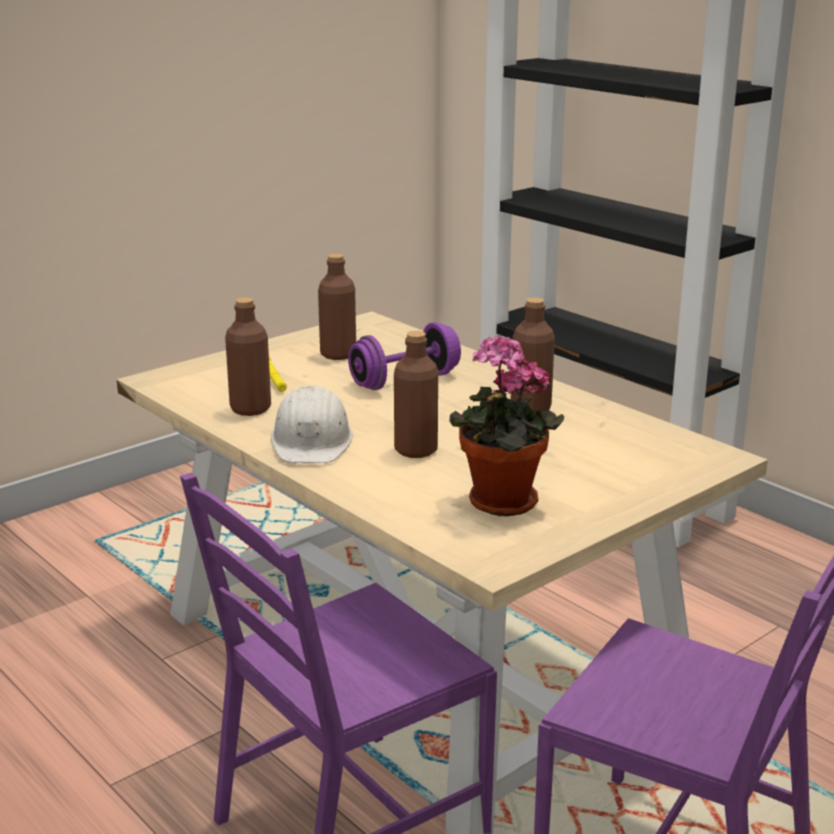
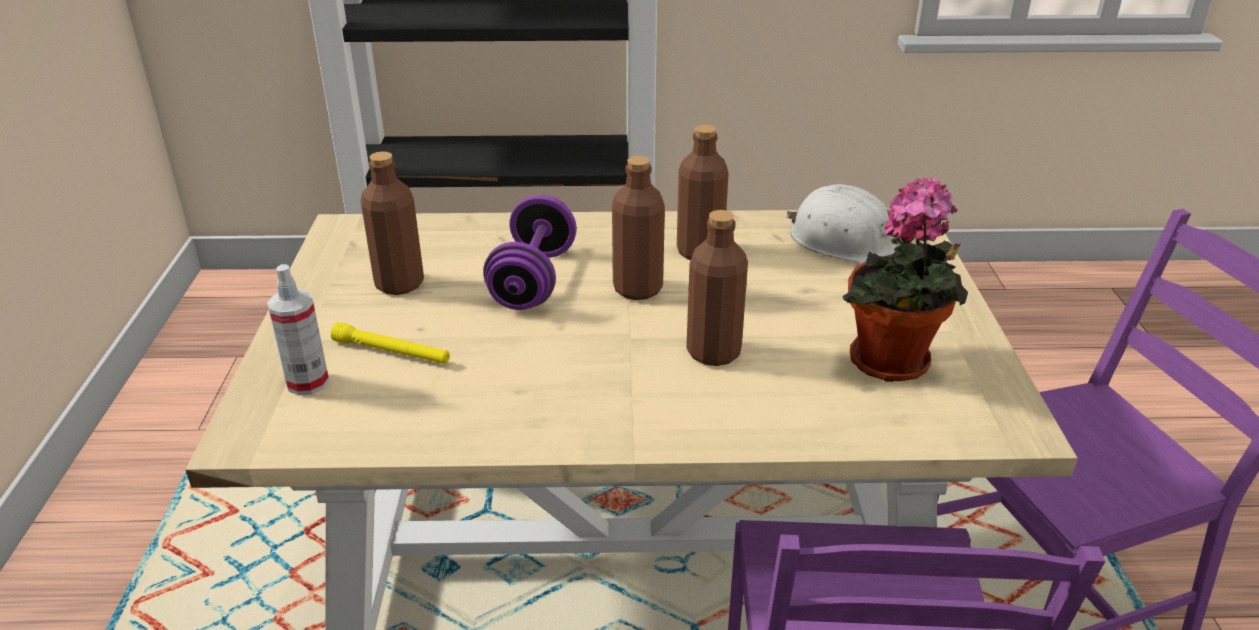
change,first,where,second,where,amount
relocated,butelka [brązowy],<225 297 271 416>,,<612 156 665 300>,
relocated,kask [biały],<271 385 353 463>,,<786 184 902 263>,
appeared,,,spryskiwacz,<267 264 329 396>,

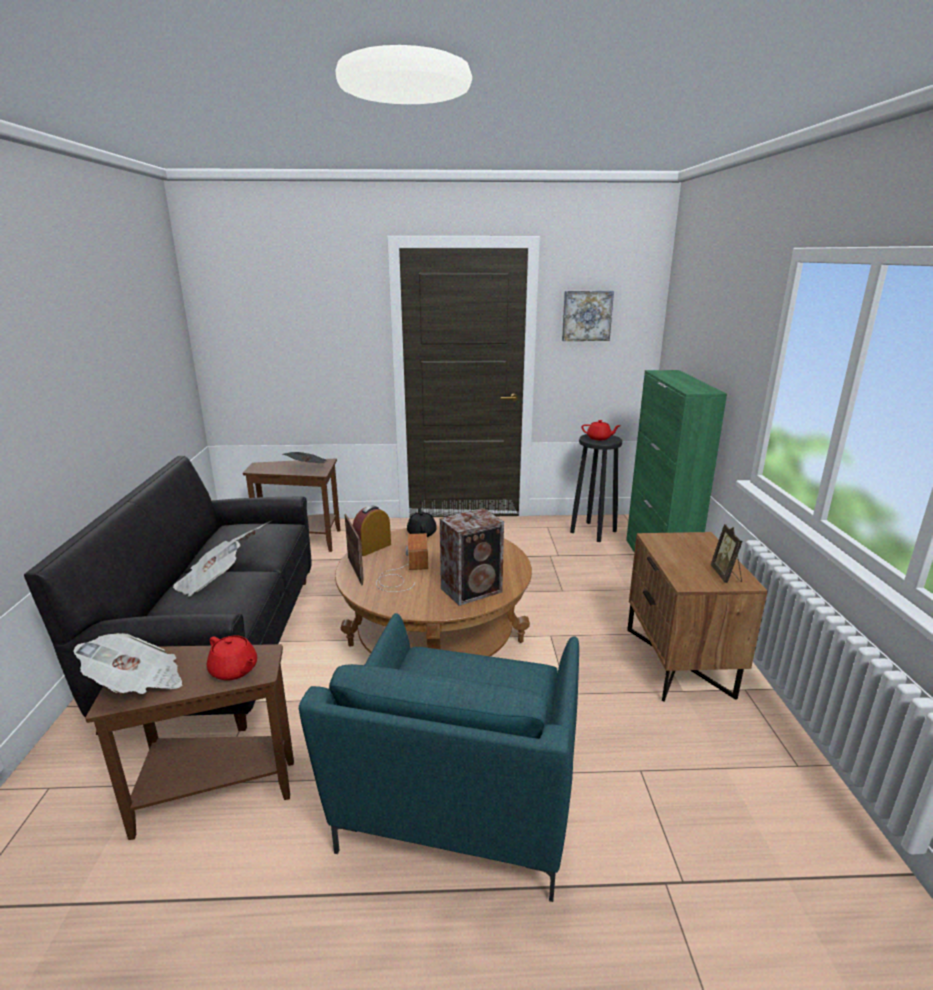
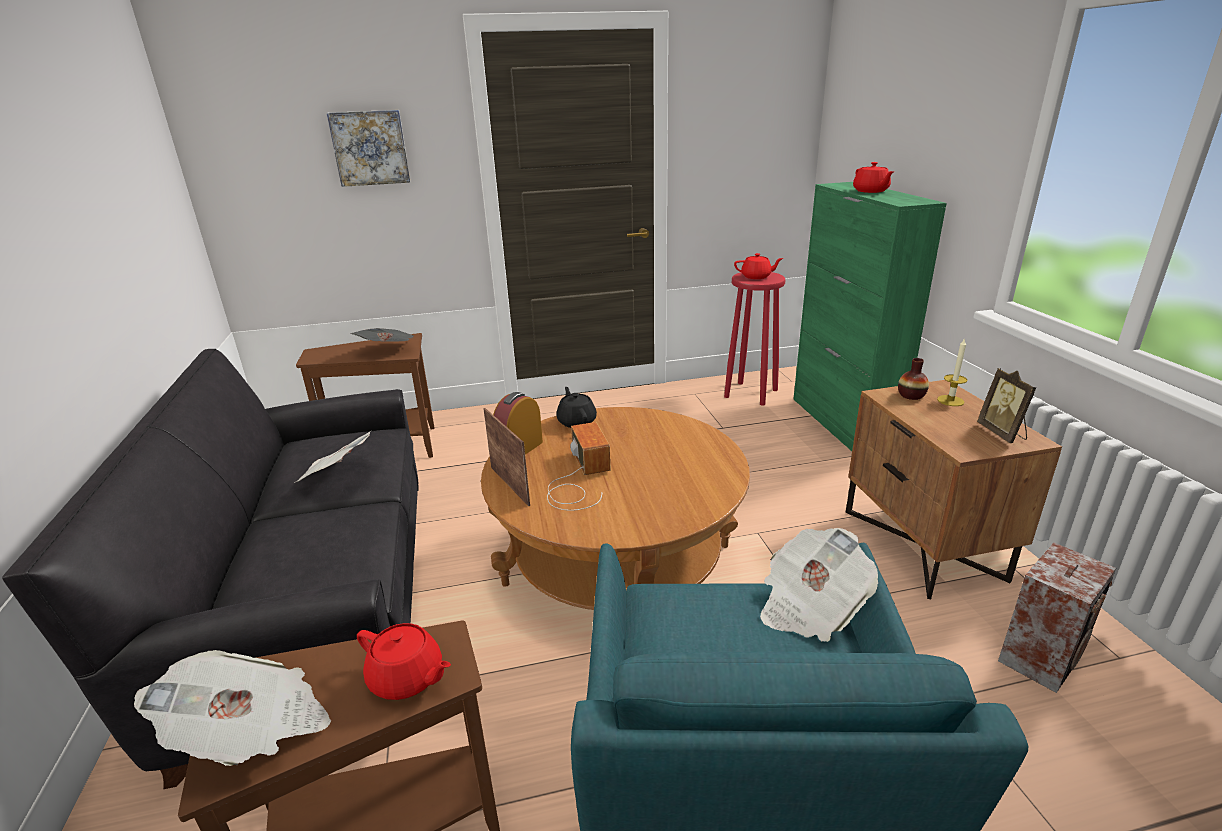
change,first,where,second,where,amount
relocated,gazeta,<173 541 241 597>,,<760 528 878 642>,
relocated,głośnik,<440 508 504 606>,,<998 543 1116 693>,
relocated,obraz,<562 291 614 341>,,<327 110 410 187>,
colour,stołek [czarny],<570 434 622 542>,stołek [czerwony],<724 272 785 406>,
appeared,,,imbryk [czerwony],<853 162 894 193>,
appeared,,,wazon,<898 358 929 400>,
appeared,,,świeca,<937 338 967 406>,

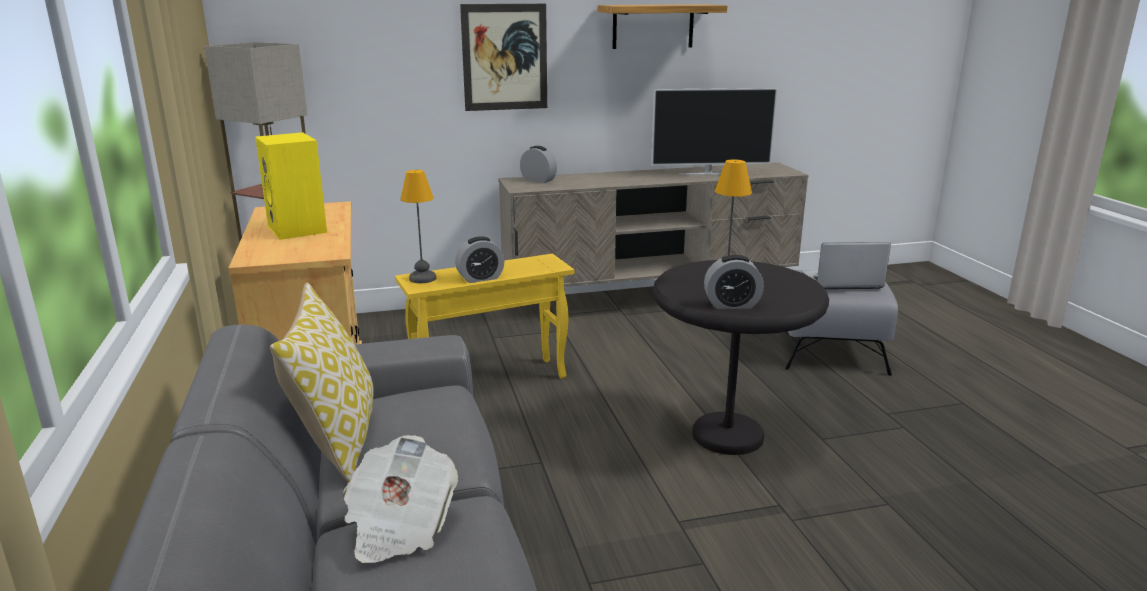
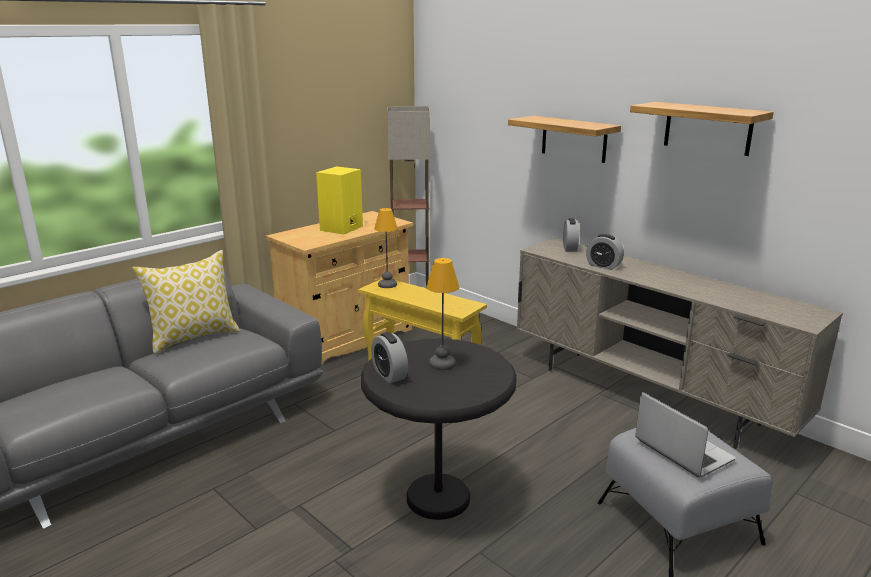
change,first,where,second,where,amount
missing,gazeta,<343 435 458 563>,,,
relocated,budzik,<455 236 504 283>,,<586 234 624 270>,
exchanged,obraz,<460 4 547 111>,półka,<508 116 621 163>,
missing,telewizor,<651 88 778 175>,,,

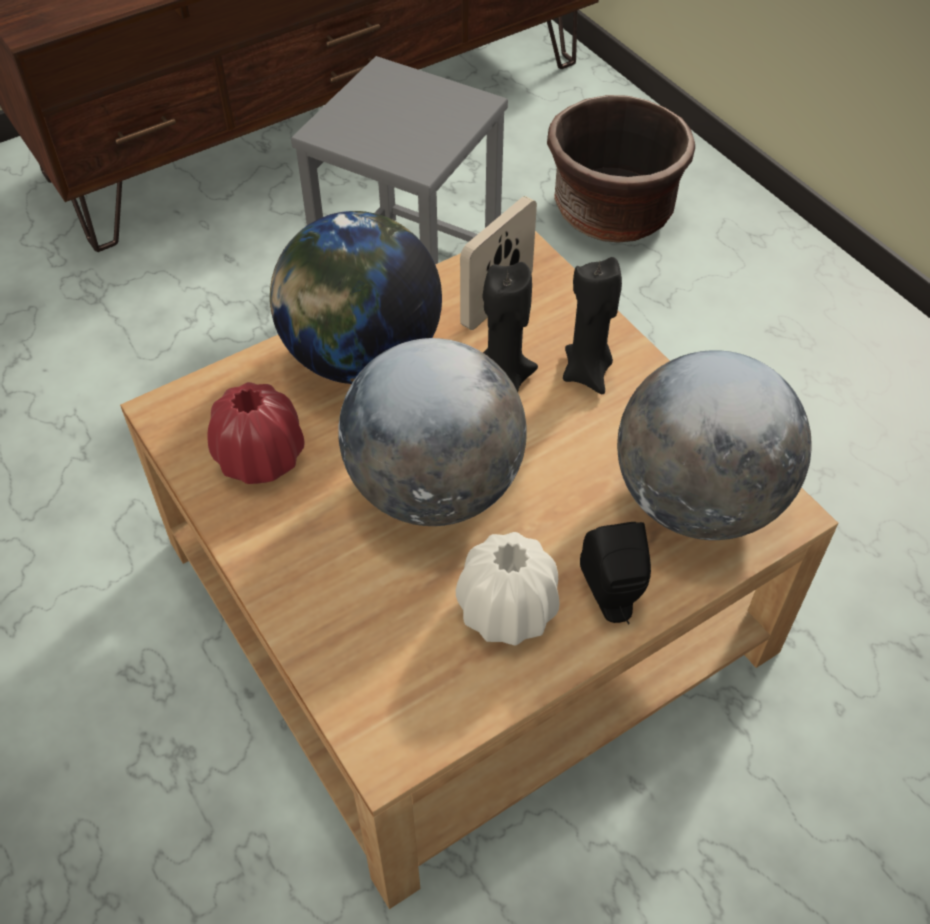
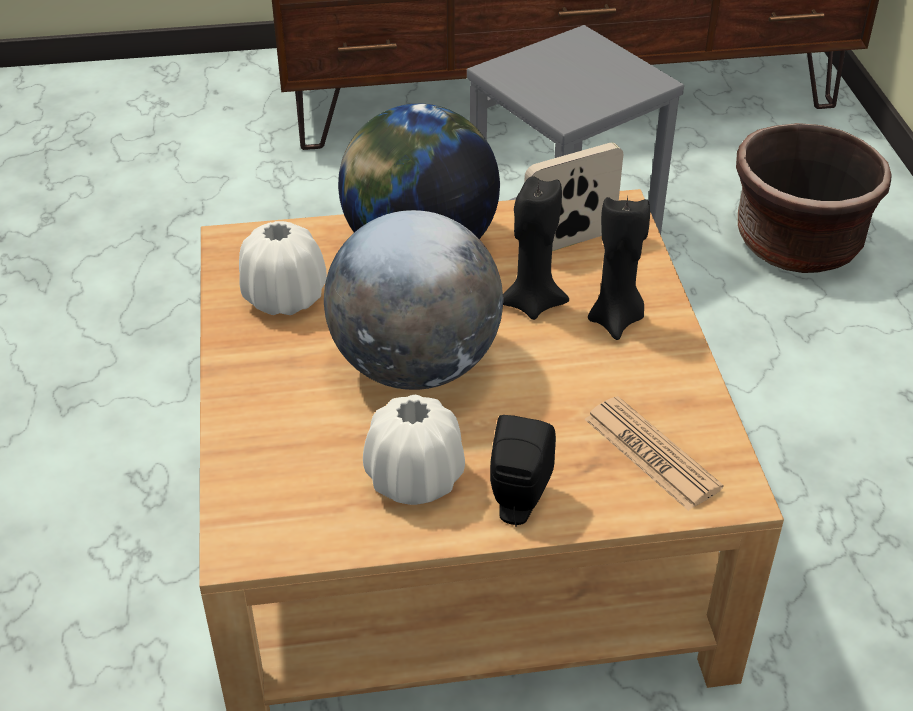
change,first,where,second,where,amount
colour,wazon [czerwony],<208 382 305 484>,wazon [biały],<239 221 327 315>,
exchanged,globus,<617 350 812 540>,gazeta,<585 396 723 511>,

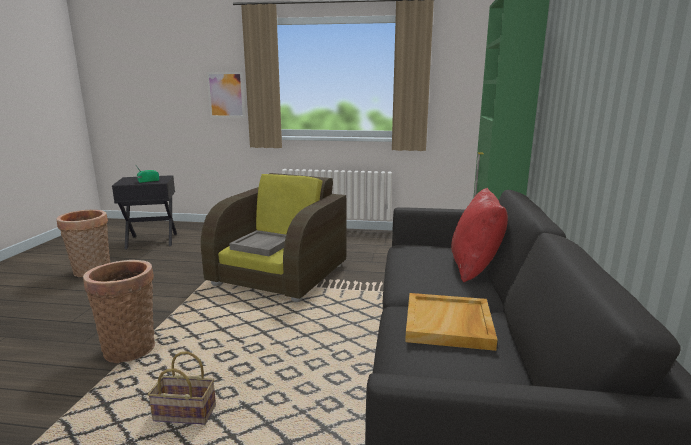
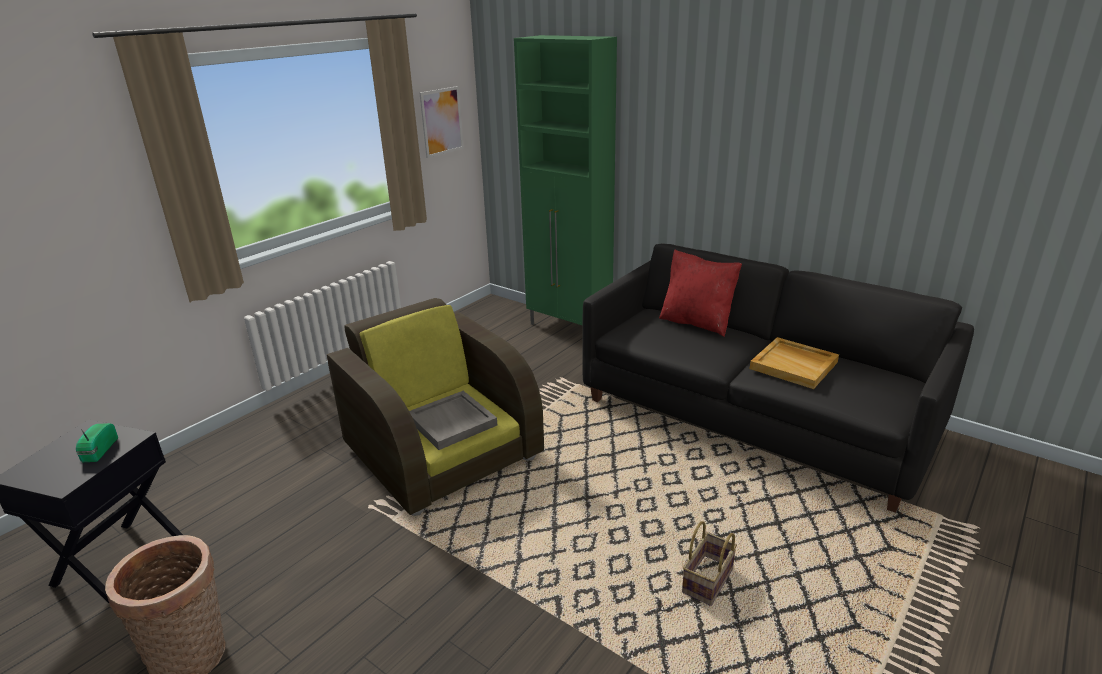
change,first,where,second,where,amount
missing,koszyk,<83 260 155 363>,,,
relocated,obraz,<207 72 245 118>,,<420 86 464 158>,

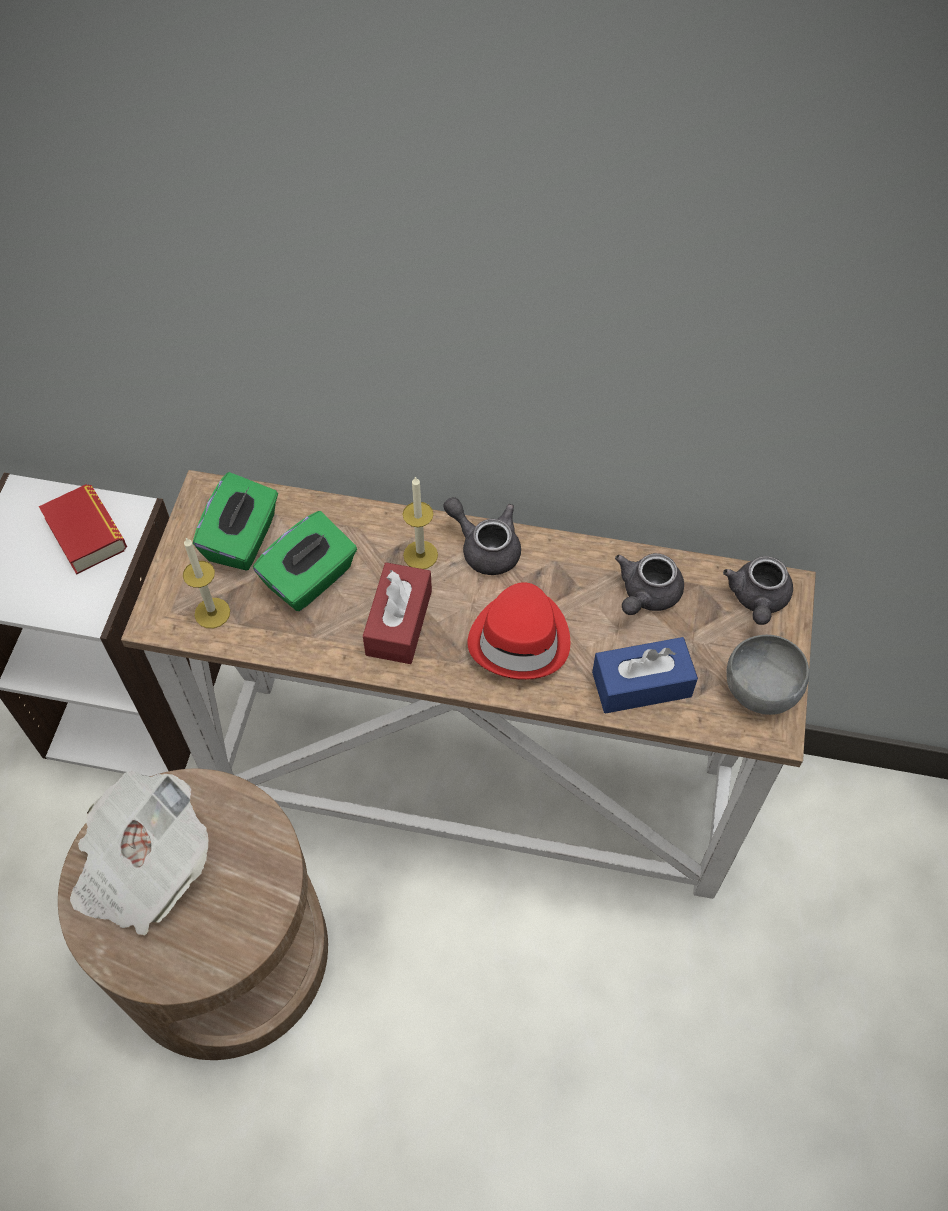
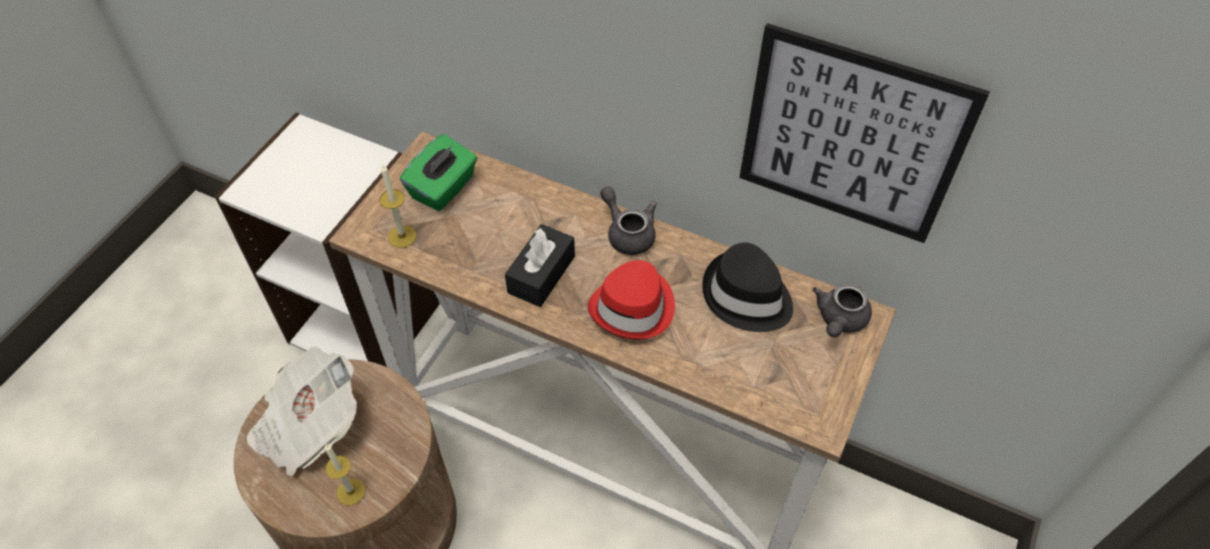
change,first,where,second,where,amount
missing,książka,<39 484 127 575>,,,
missing,pudełko chusteczek [zielony],<253 511 357 611>,,,
colour,pudełko chusteczek [czerwony],<363 562 432 664>,pudełko chusteczek [czarny],<505 224 575 307>,
relocated,świeca,<402 476 438 569>,,<325 444 365 505>,
missing,pudełko chusteczek [niebieski],<592 637 698 714>,,,
exchanged,imbryk [szary],<615 553 684 615>,kapelusz [czarny],<702 242 793 332>,
missing,miska [szary],<726 635 809 715>,,,
appeared,,,obraz,<739 23 990 243>,

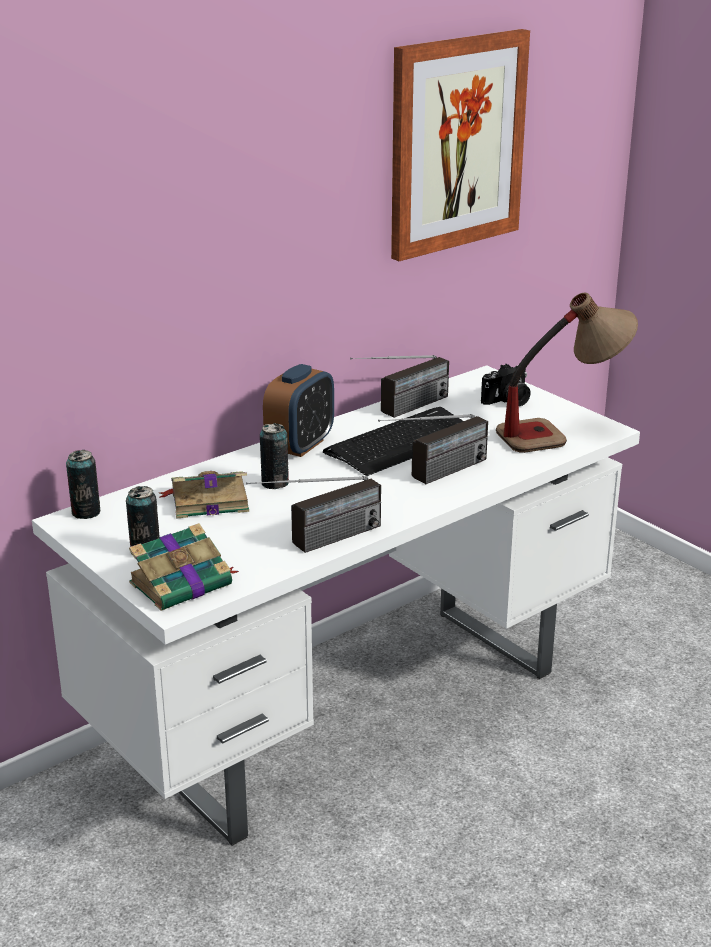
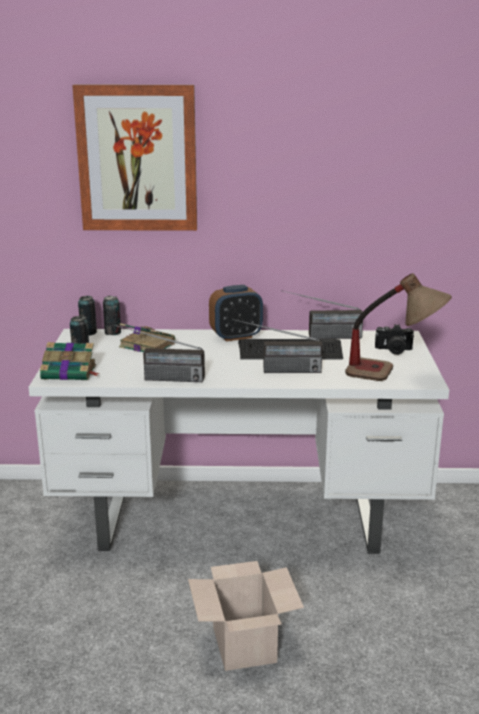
change,first,where,second,where,amount
relocated,puszka,<260 423 289 489>,,<103 296 121 335>,
relocated,obraz,<391 29 530 261>,,<72 85 197 231>,
appeared,,,karton,<188 561 304 671>,

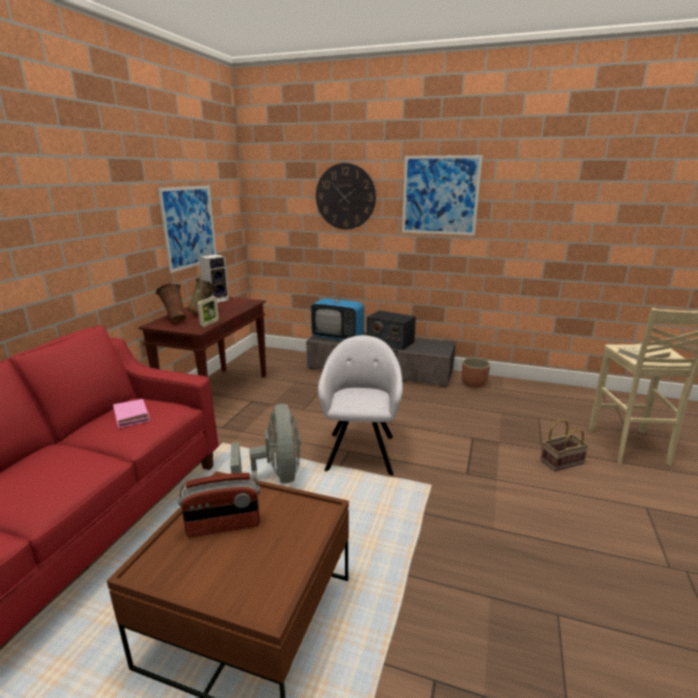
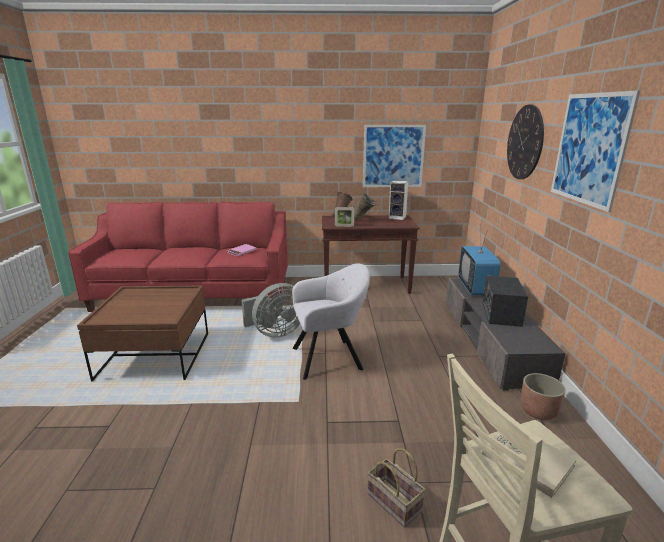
change,first,where,second,where,amount
missing,radio,<179 473 260 538>,,,

